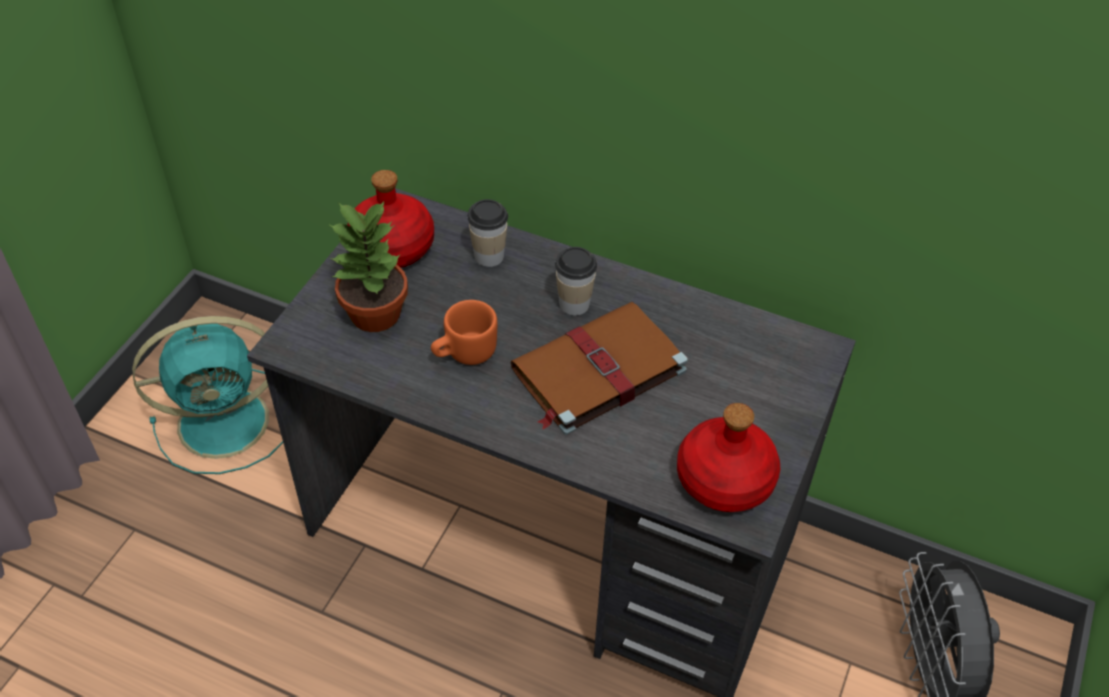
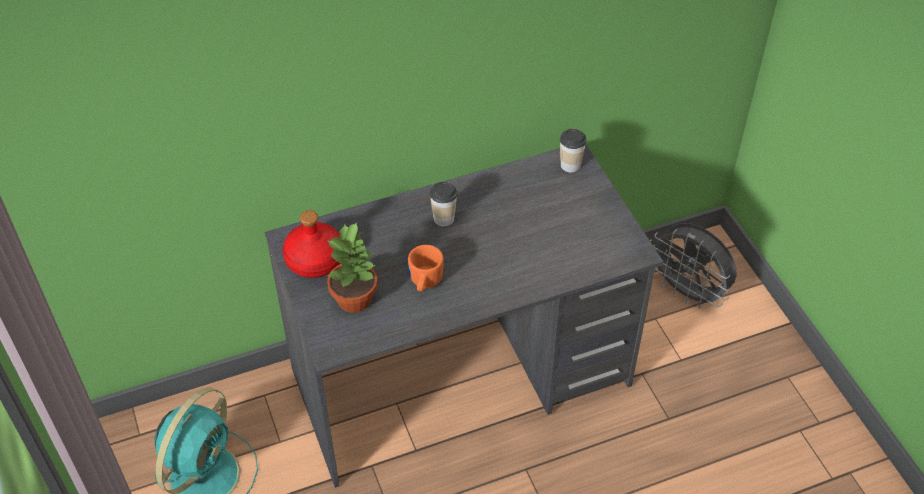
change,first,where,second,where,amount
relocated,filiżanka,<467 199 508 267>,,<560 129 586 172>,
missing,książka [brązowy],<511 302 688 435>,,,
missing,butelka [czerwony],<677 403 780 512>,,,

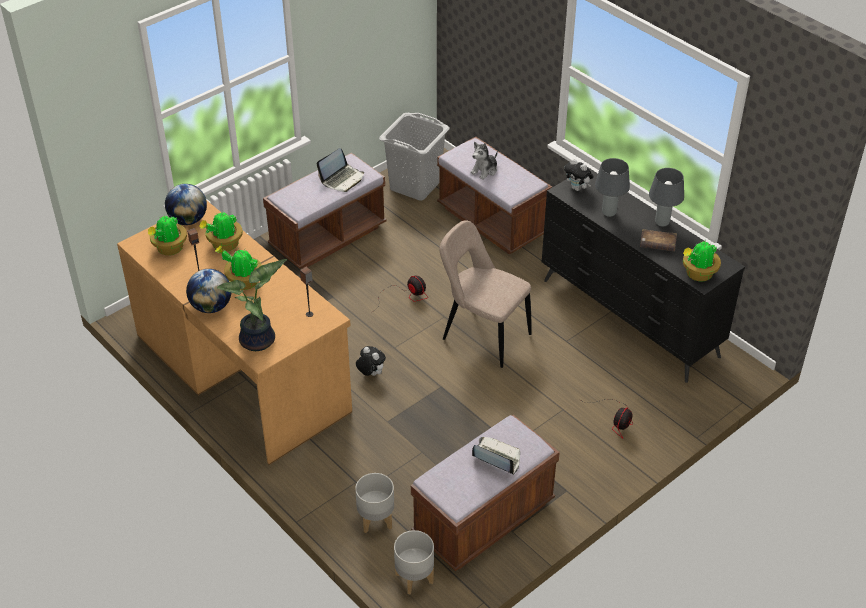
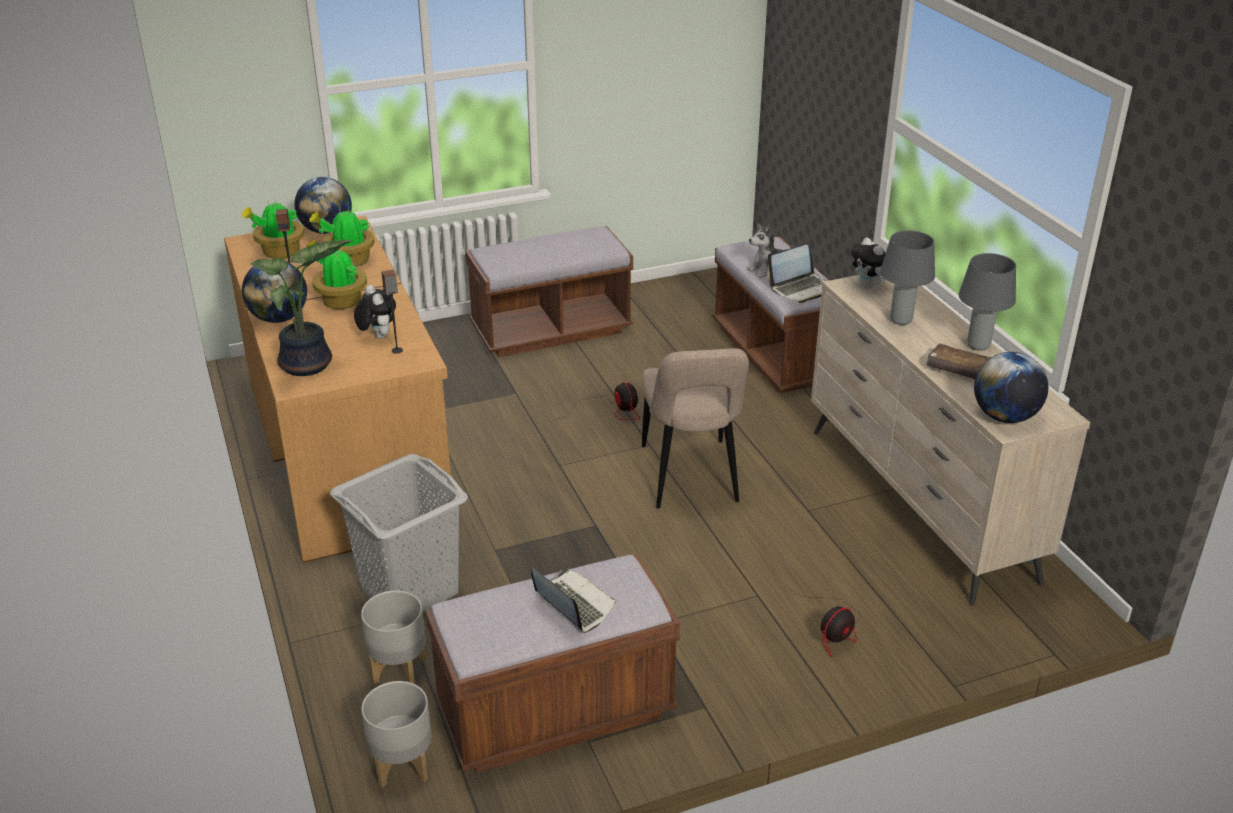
change,first,where,second,where,amount
relocated,laptop,<317 148 364 192>,,<767 245 826 303>,
relocated,pluszak,<356 346 386 376>,,<354 285 396 339>,
relocated,kosz na pranie [szary],<379 113 450 200>,,<330 454 468 612>,
spun,krzesło [beżowy],<439 220 532 368>,,<642 348 749 509>,150 degrees counterclockwise
colour,komoda [czarny],<542 167 745 383>,komoda [beżowy],<811 275 1090 606>,
exchanged,roślina doniczkowa,<683 241 721 281>,globus,<974 352 1048 423>,

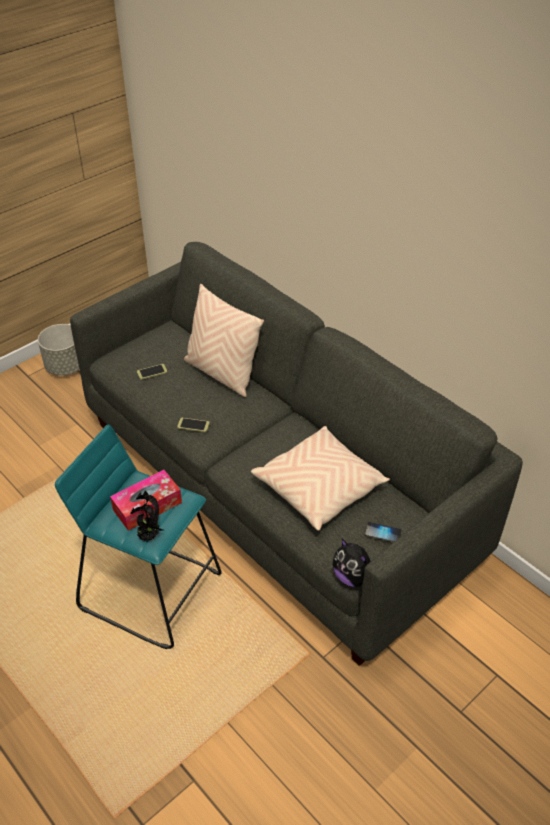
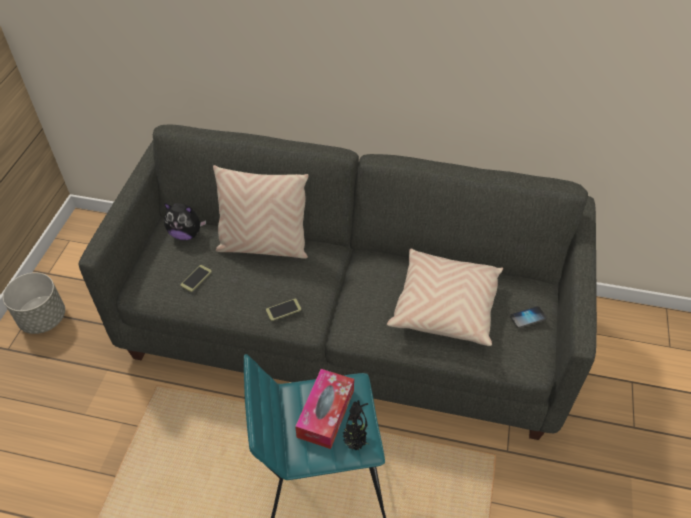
change,first,where,second,where,amount
relocated,pluszak,<333 539 371 587>,,<164 203 206 240>,

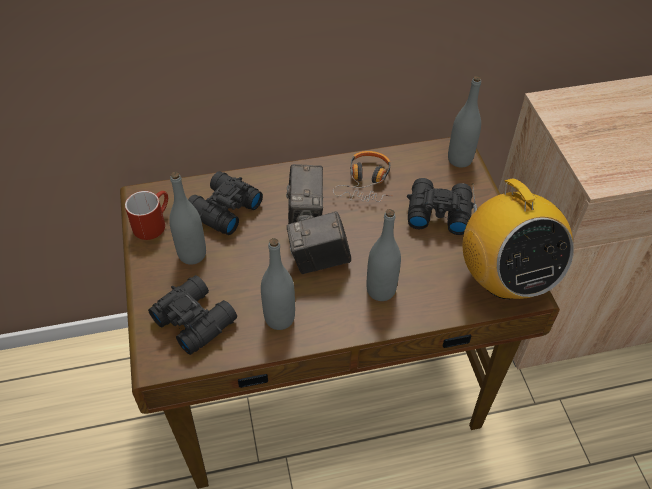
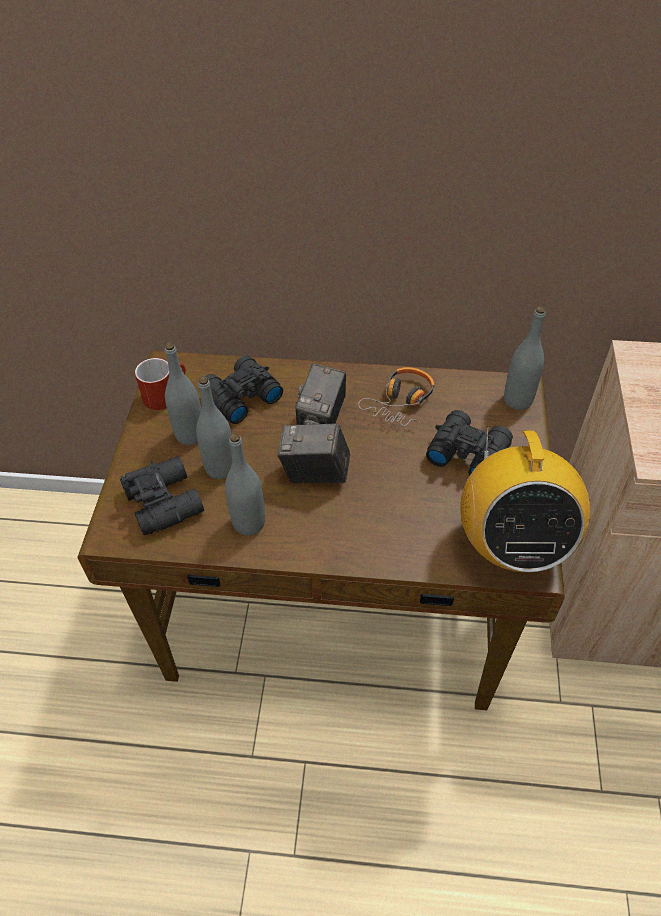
change,first,where,second,where,amount
relocated,butelka [szary],<367 209 401 301>,,<196 376 232 479>,

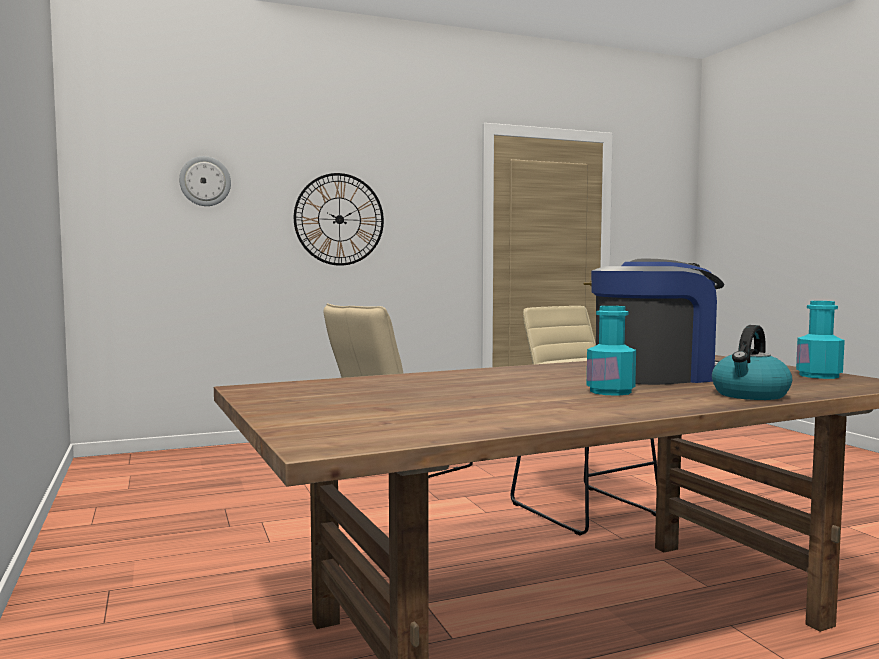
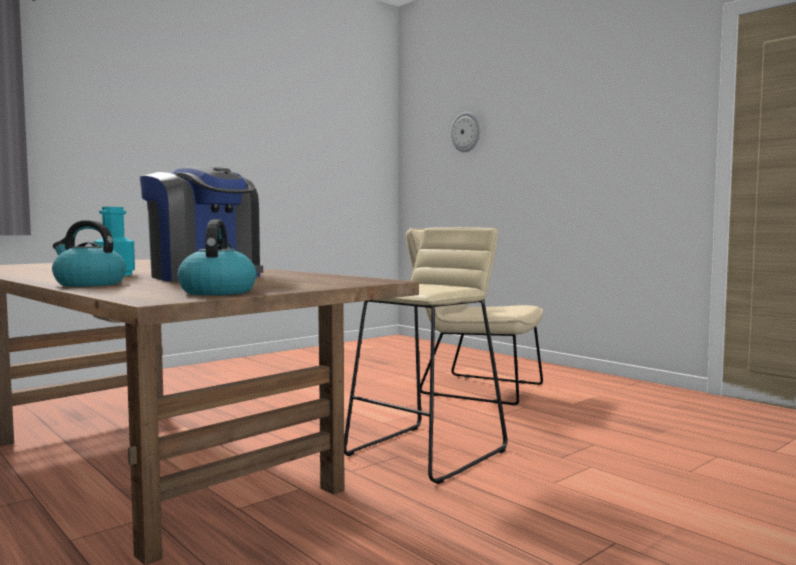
change,first,where,second,where,amount
missing,zegar ścienny,<294 173 384 266>,,,
exchanged,butelka [turkusowy],<796 301 845 379>,czajnik,<177 219 256 295>,

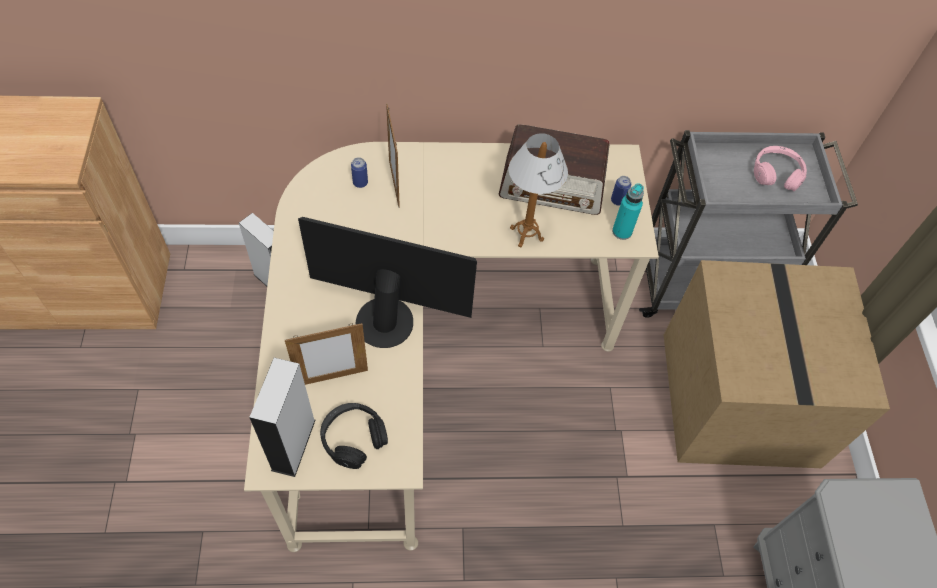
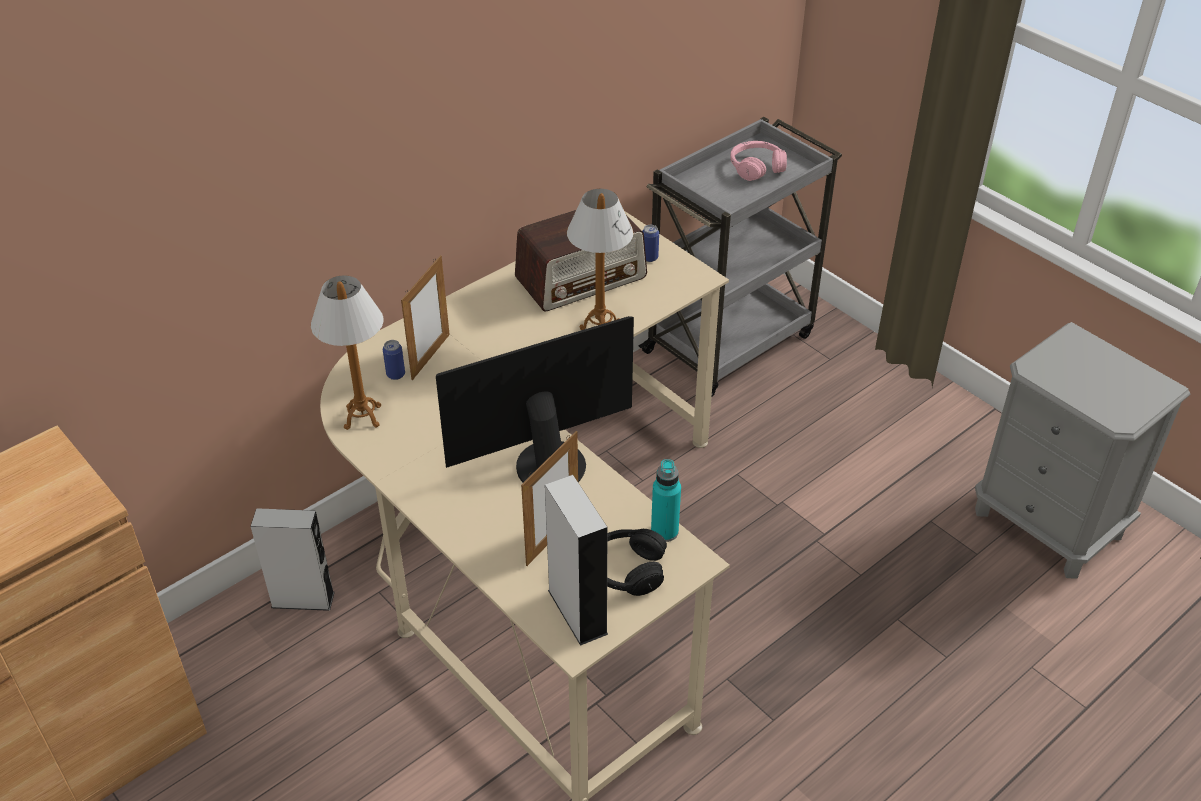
change,first,where,second,where,amount
spun,ramka na zdjęcie,<386 103 400 208>,,<401 255 450 380>,105 degrees counterclockwise
relocated,butelka [turkusowy],<612 183 644 240>,,<651 459 681 542>,
missing,karton,<664 260 890 468>,,,
appeared,,,lampa stołowa,<311 275 383 430>,

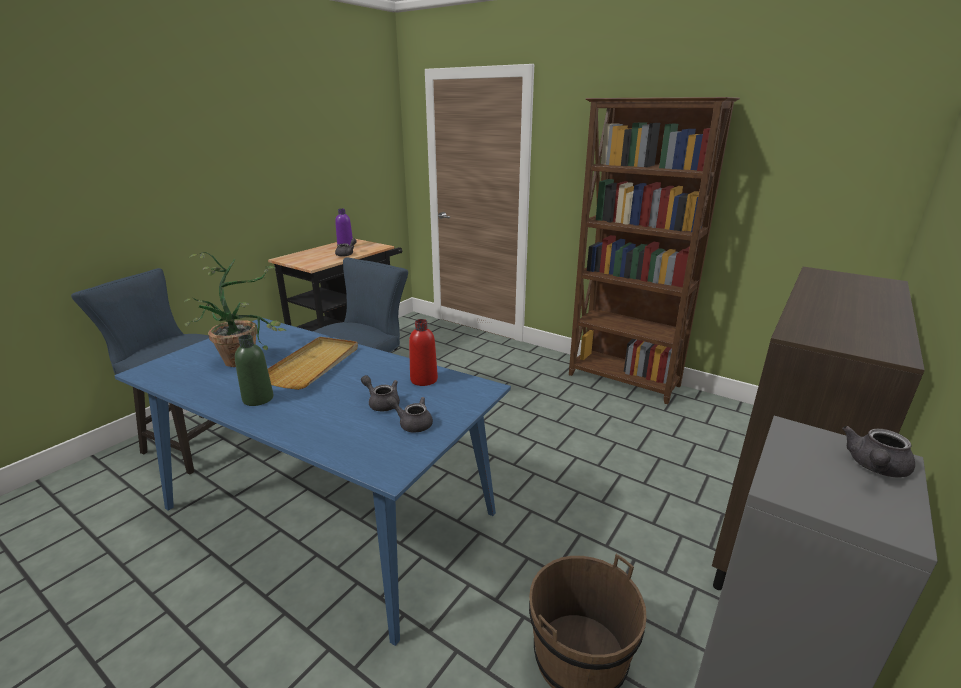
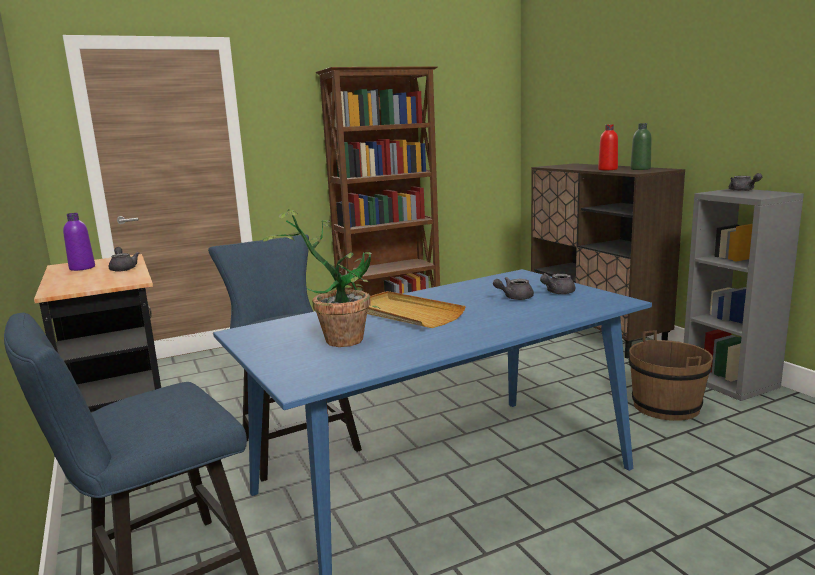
change,first,where,second,where,amount
relocated,butelka [zielony],<235 335 273 406>,,<630 123 651 170>,
relocated,butelka [czerwony],<409 319 438 386>,,<598 124 618 170>,

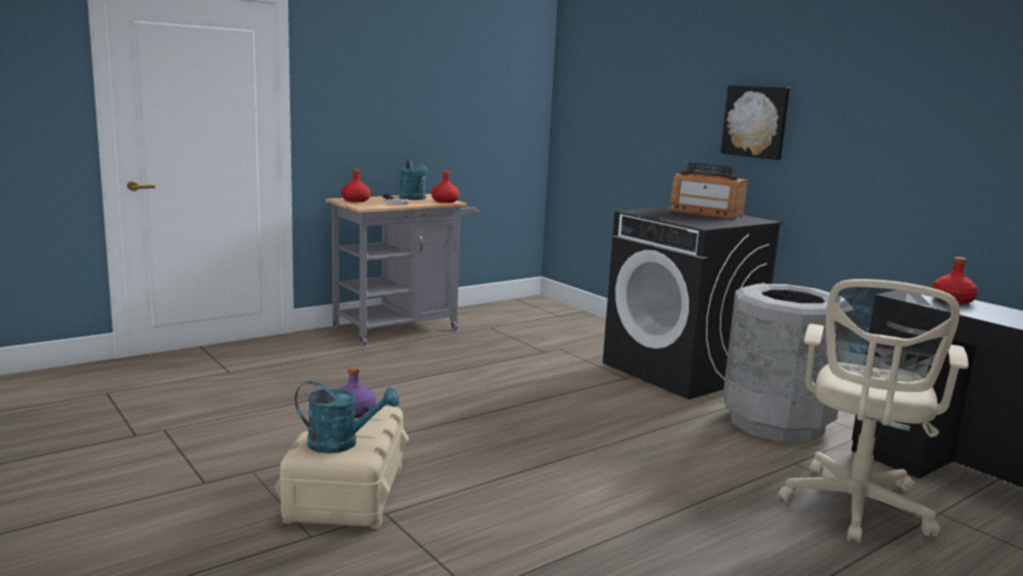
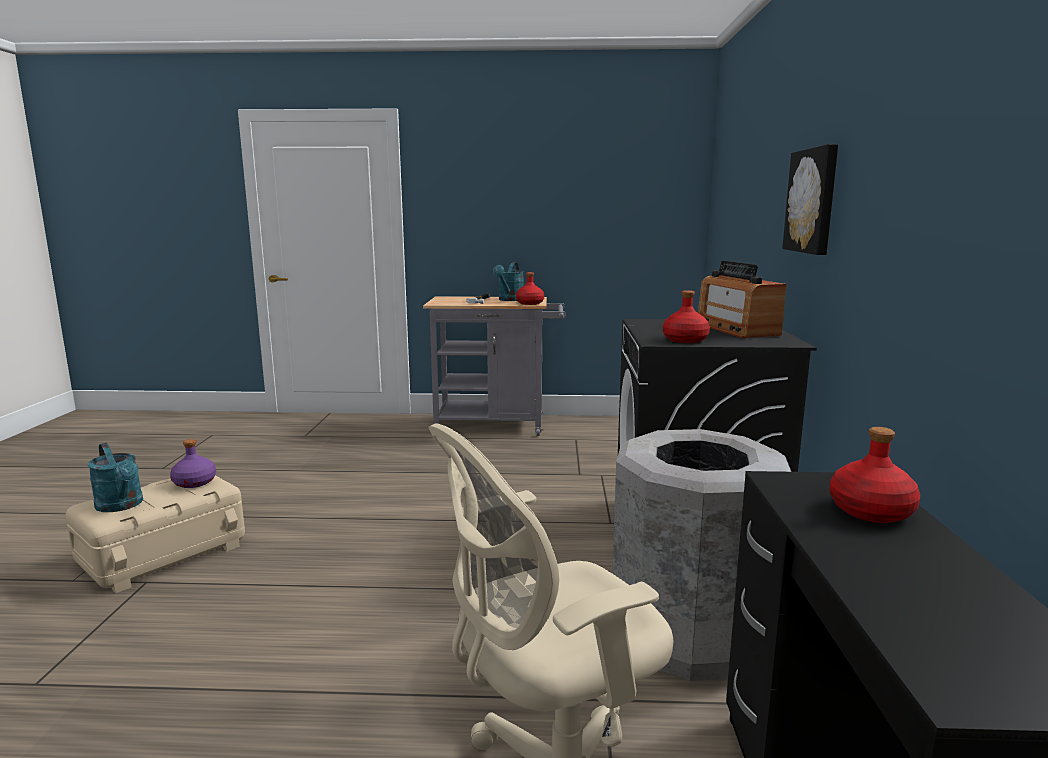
change,first,where,second,where,amount
relocated,butelka [czerwony],<341 169 371 202>,,<663 290 710 343>,

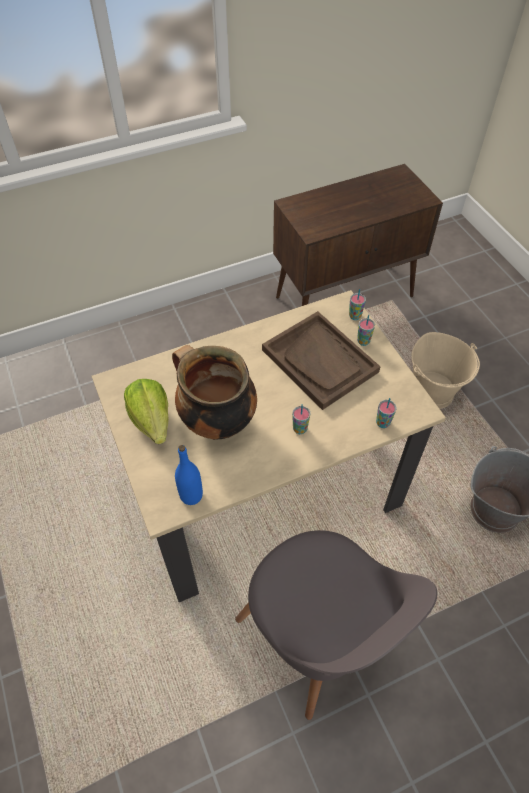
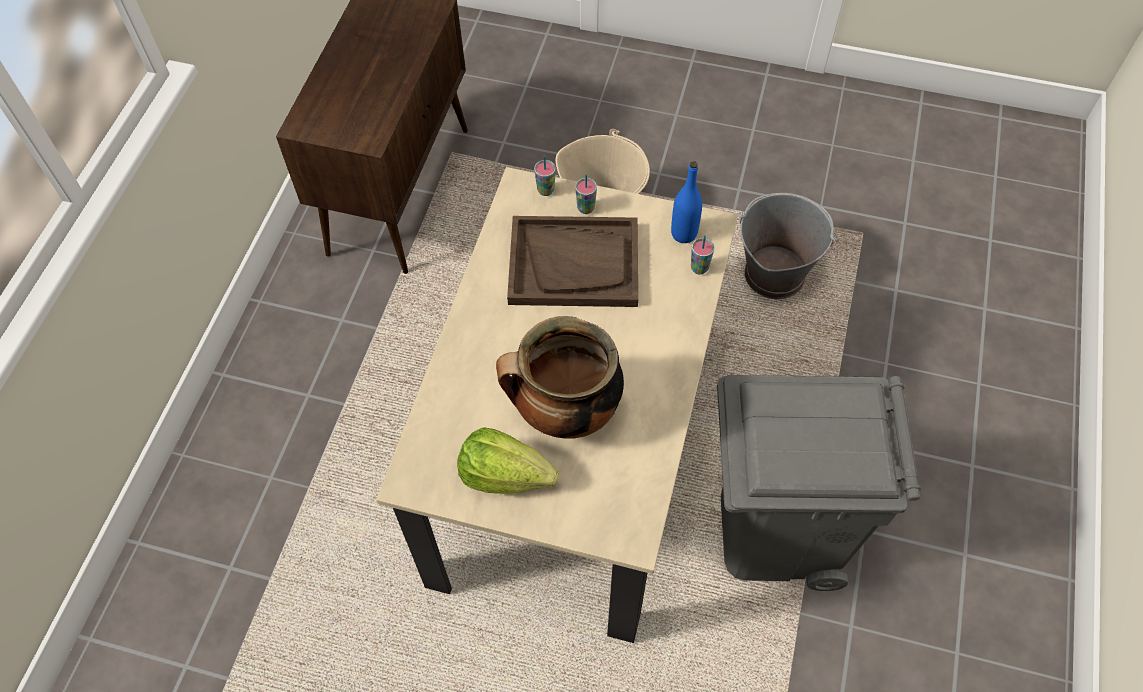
change,first,where,second,where,amount
relocated,butelka [niebieski],<175 445 203 505>,,<671 161 702 243>,
exchanged,krzesło [szary],<235 530 437 720>,kosz na śmieci [szary],<717 375 921 591>,
missing,filiżanka,<292 404 311 434>,,,

